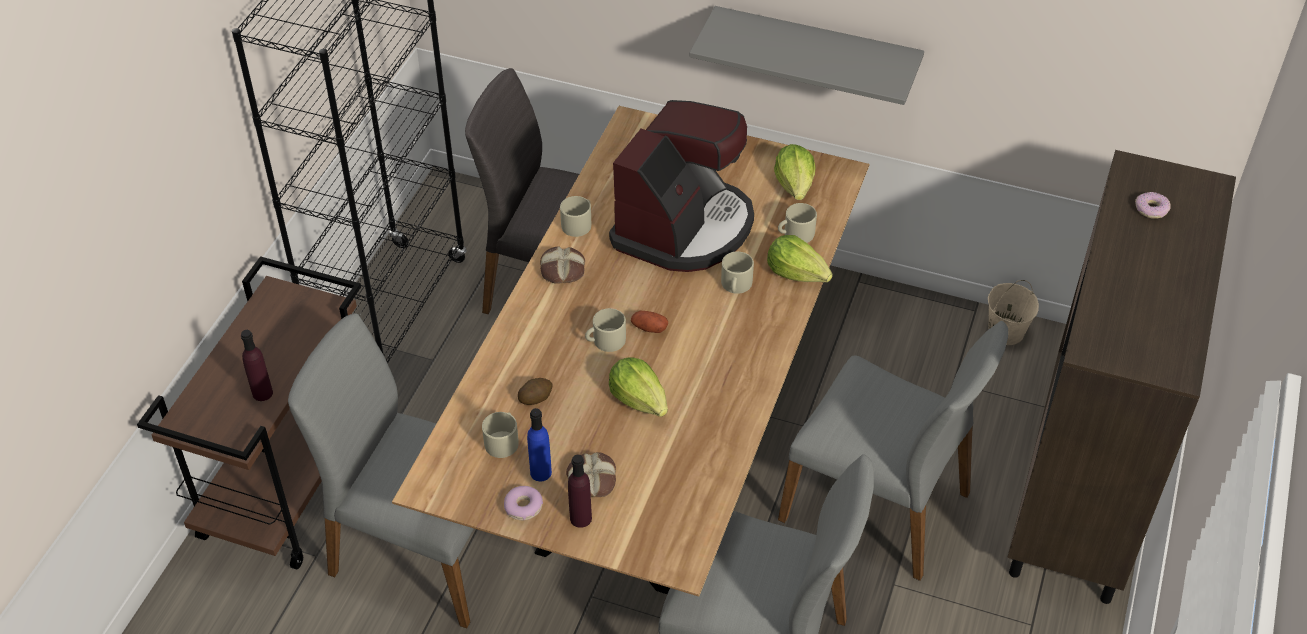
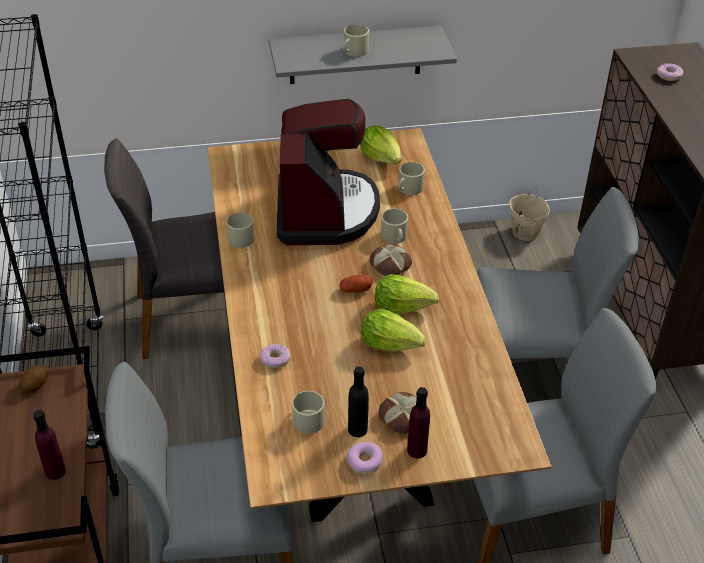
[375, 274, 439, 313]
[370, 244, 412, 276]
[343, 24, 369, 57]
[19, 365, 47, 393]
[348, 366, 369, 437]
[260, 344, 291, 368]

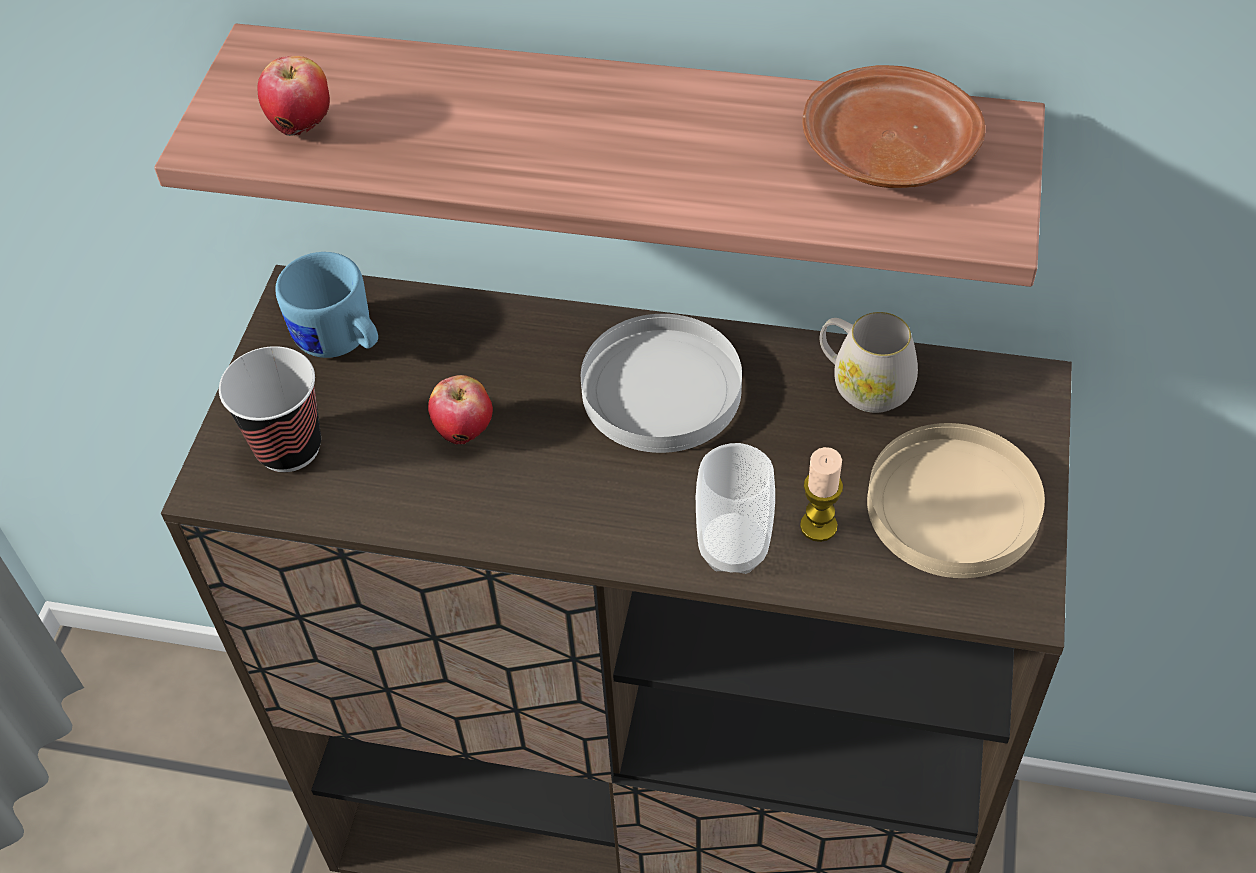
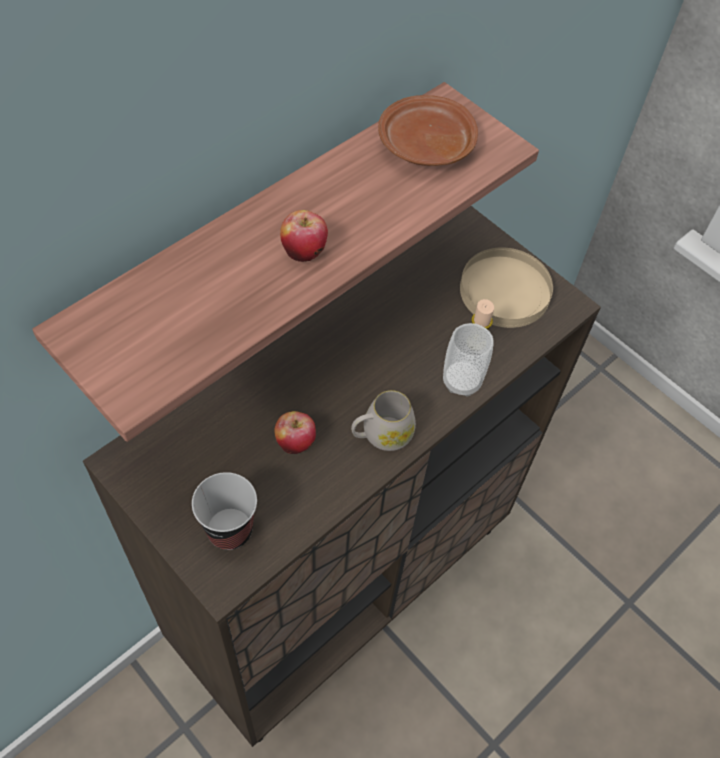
[280, 210, 328, 262]
[275, 252, 378, 358] (first image)
[351, 390, 416, 451]
[581, 314, 742, 453] (first image)

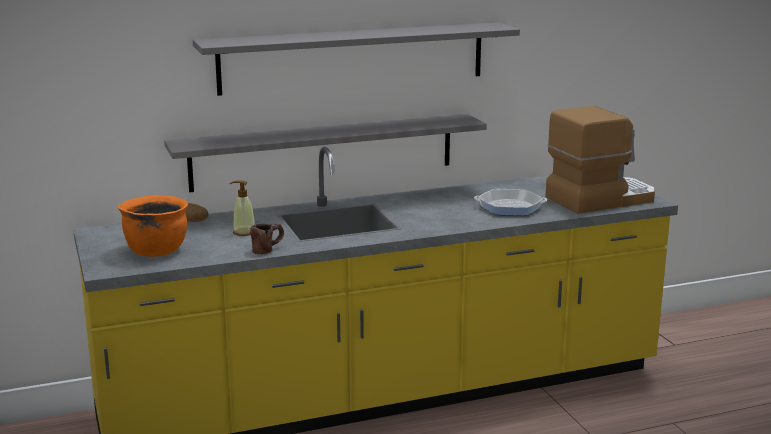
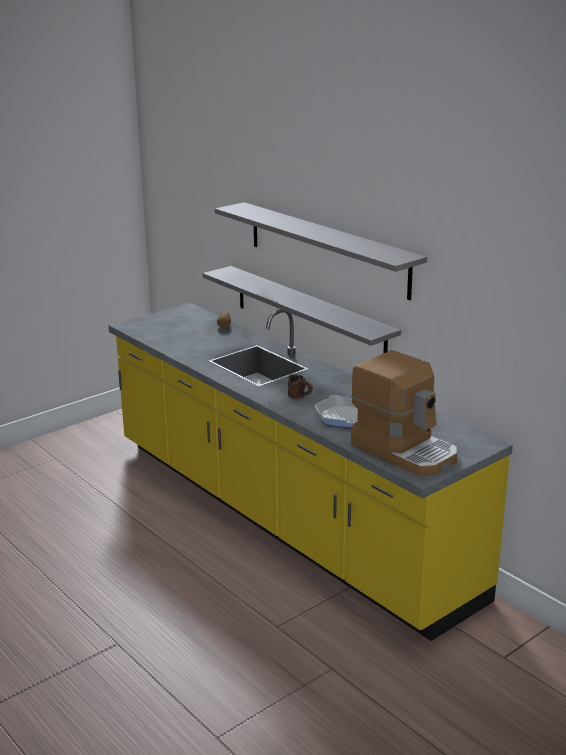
[230, 180, 255, 236] (first image)
[118, 195, 188, 257] (first image)
[288, 374, 313, 399]

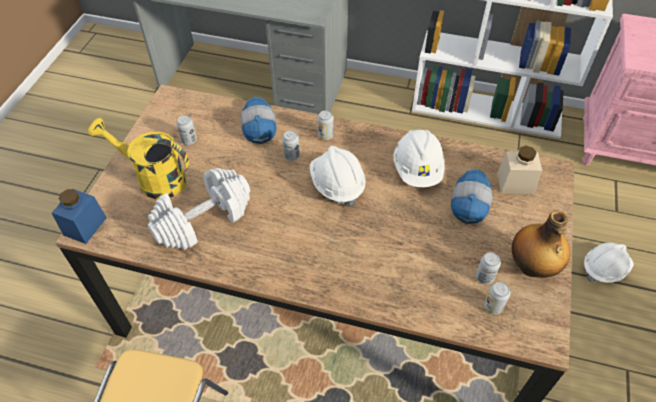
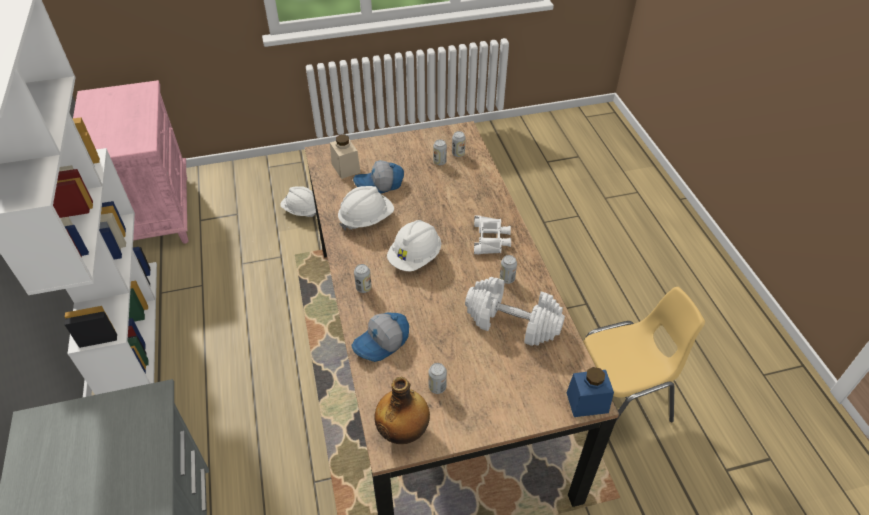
[88, 118, 189, 199] (first image)
[500, 255, 517, 284]
[374, 377, 430, 444]
[474, 215, 511, 254]

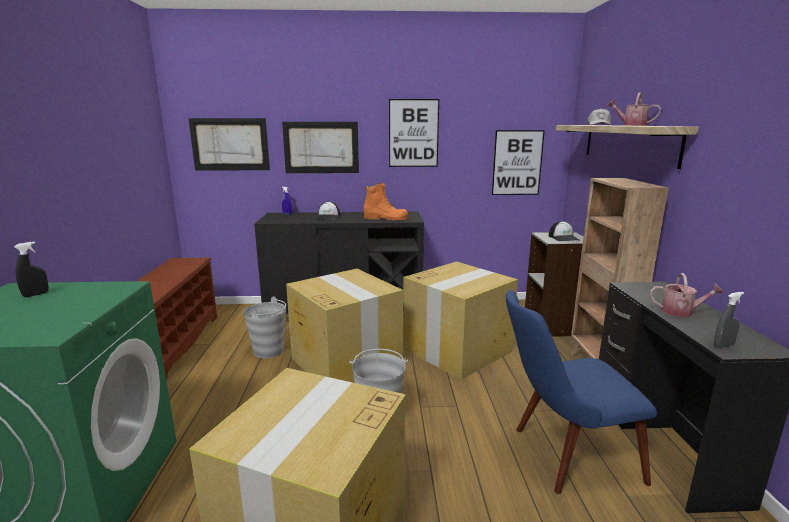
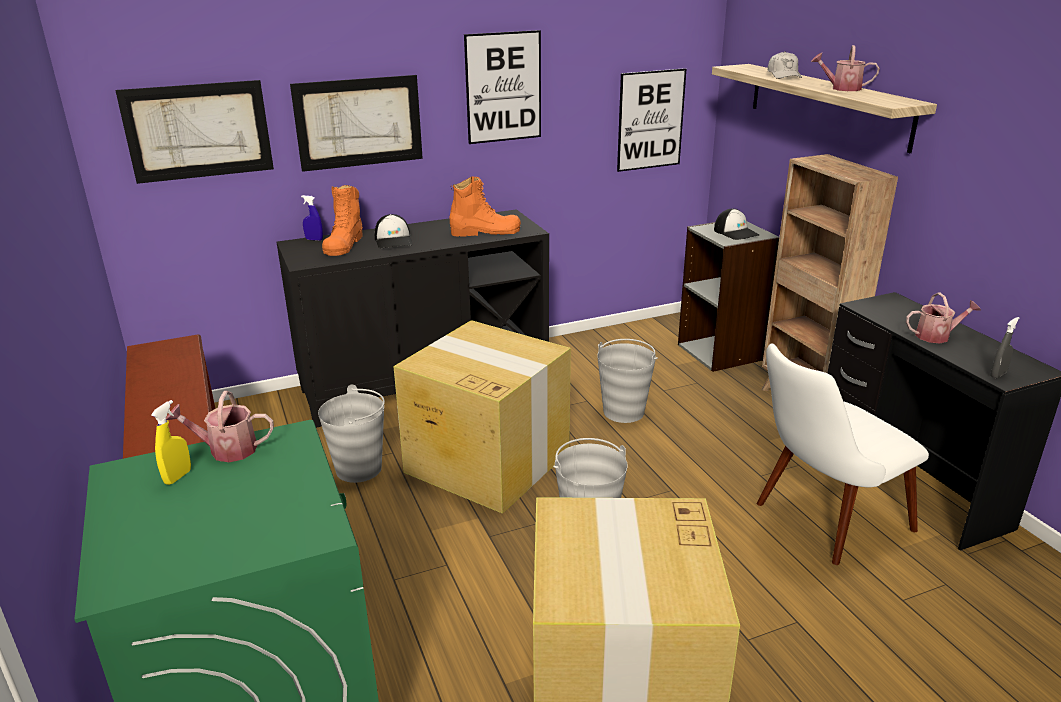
[151, 400, 191, 485]
[597, 339, 658, 423]
[757, 343, 929, 565]
[322, 185, 363, 256]
[166, 391, 274, 462]

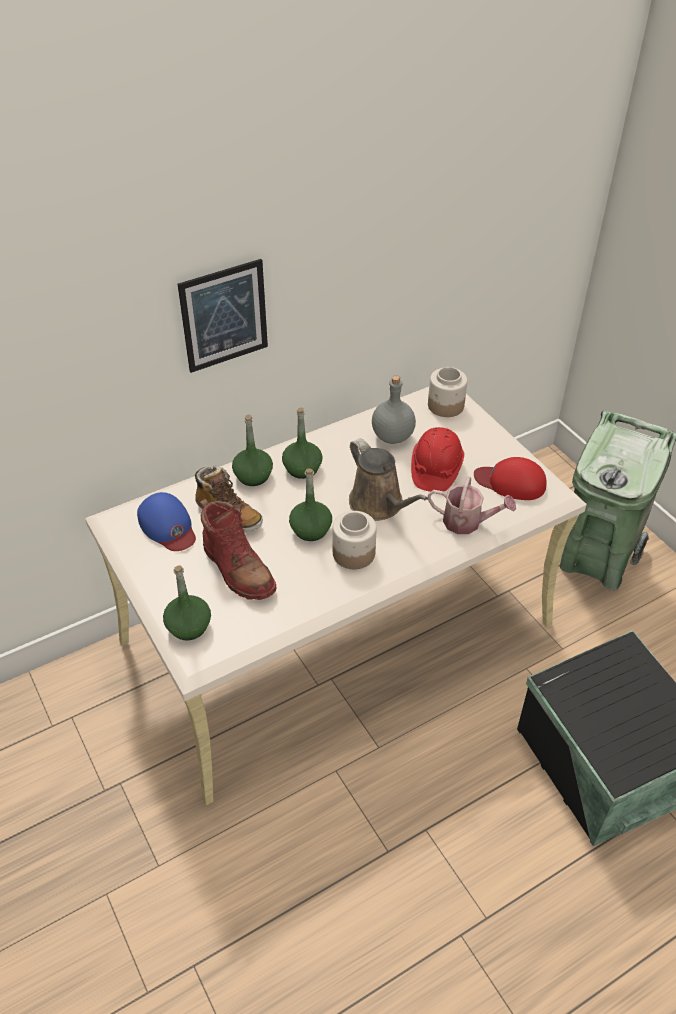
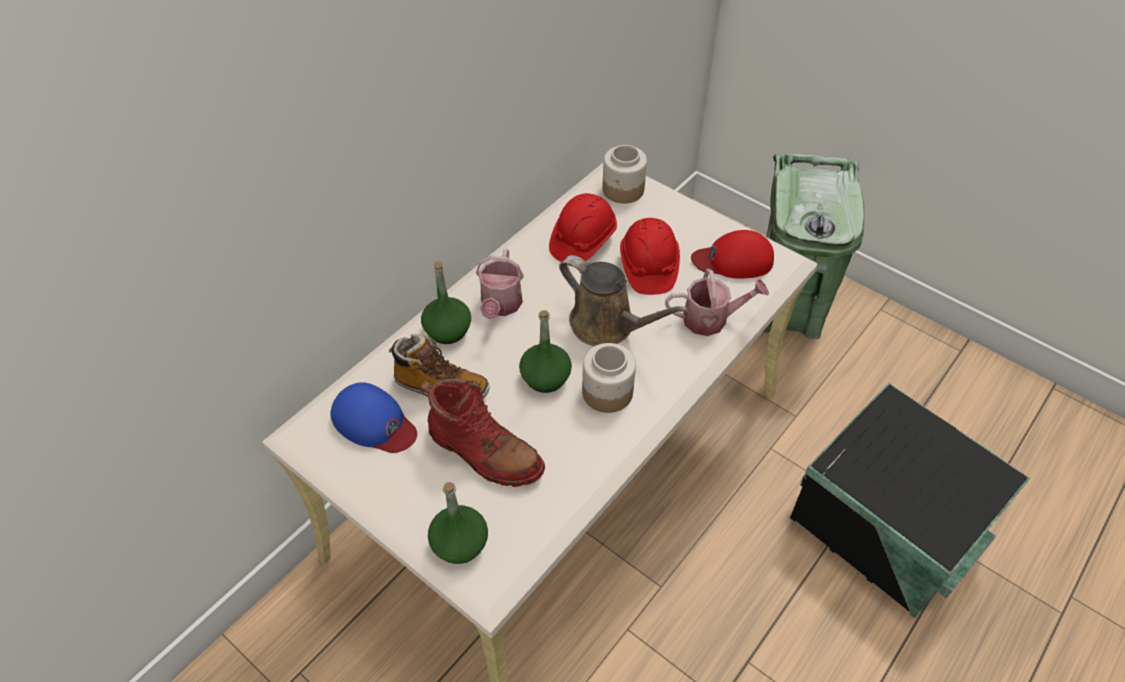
[178, 259, 268, 373] (first image)
[549, 193, 617, 266]
[476, 248, 524, 319]

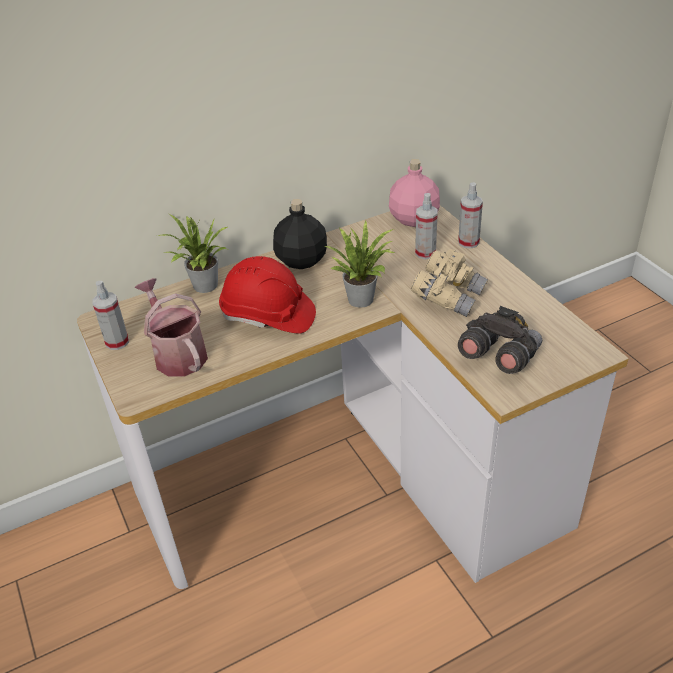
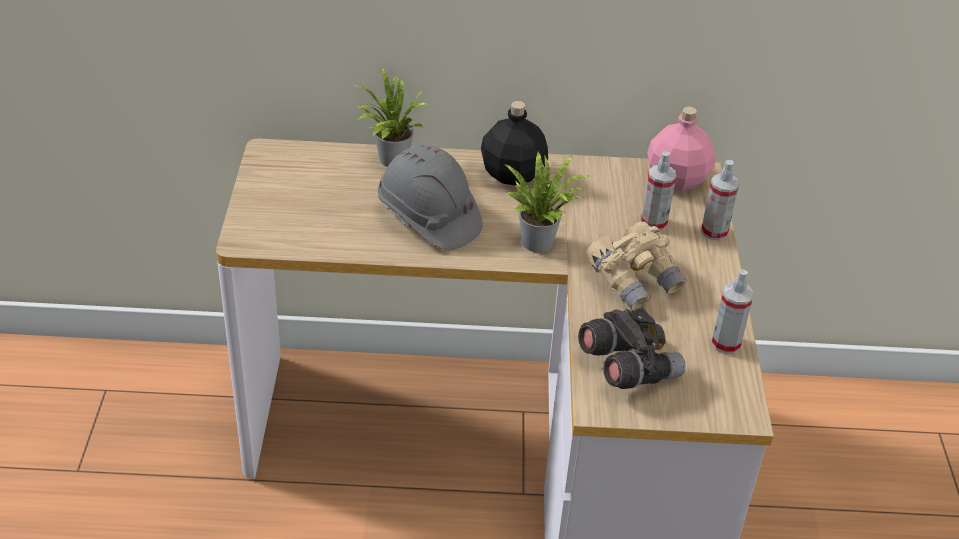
[378, 145, 483, 250]
[134, 278, 208, 376] (first image)
[711, 269, 754, 354]

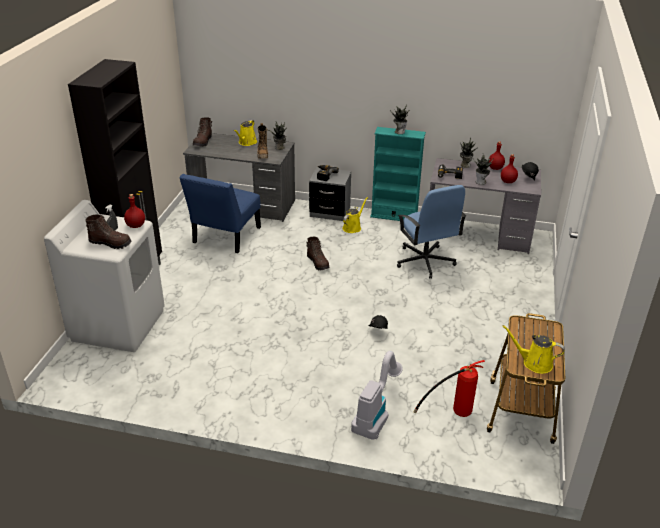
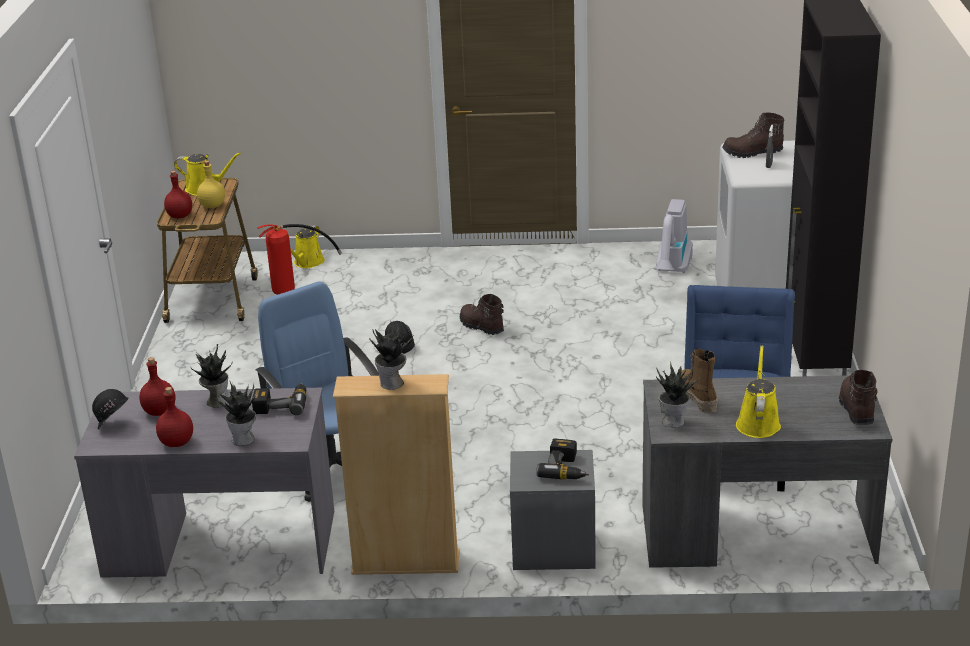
[333, 374, 460, 575]
[164, 171, 192, 218]
[290, 225, 324, 268]
[460, 294, 504, 335]
[653, 199, 693, 273]
[197, 161, 225, 208]

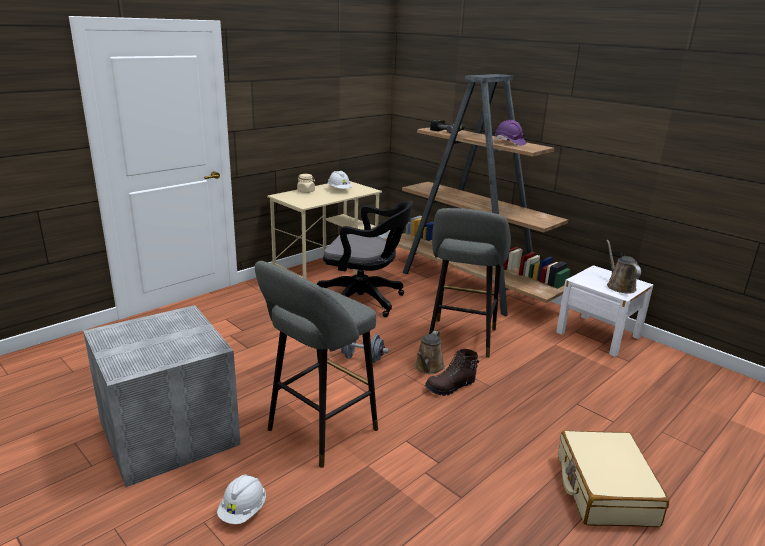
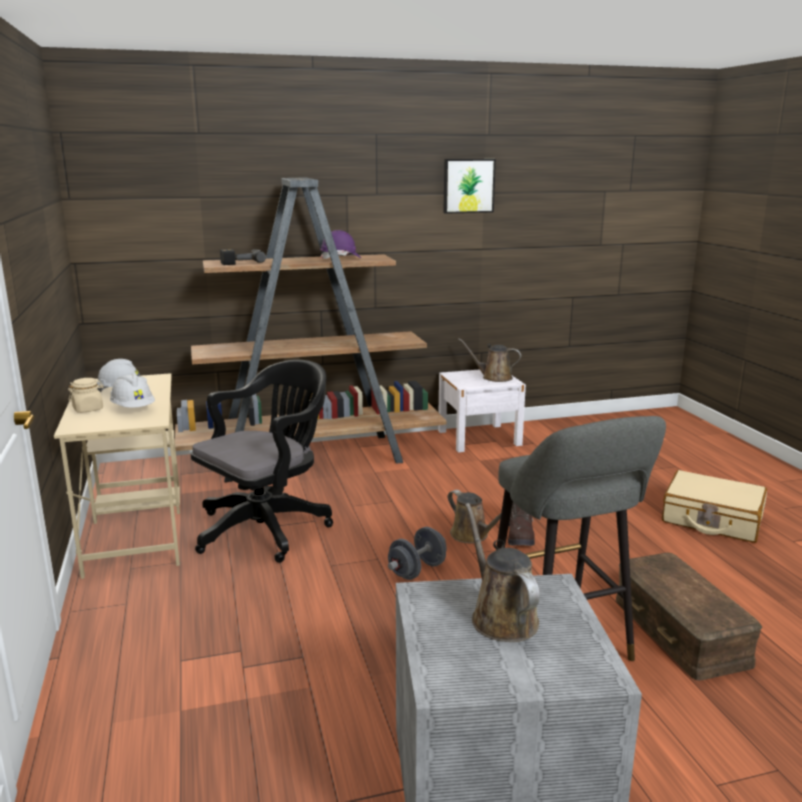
[429, 208, 511, 358] (first image)
[110, 374, 155, 408]
[443, 159, 496, 214]
[465, 503, 540, 642]
[616, 553, 763, 681]

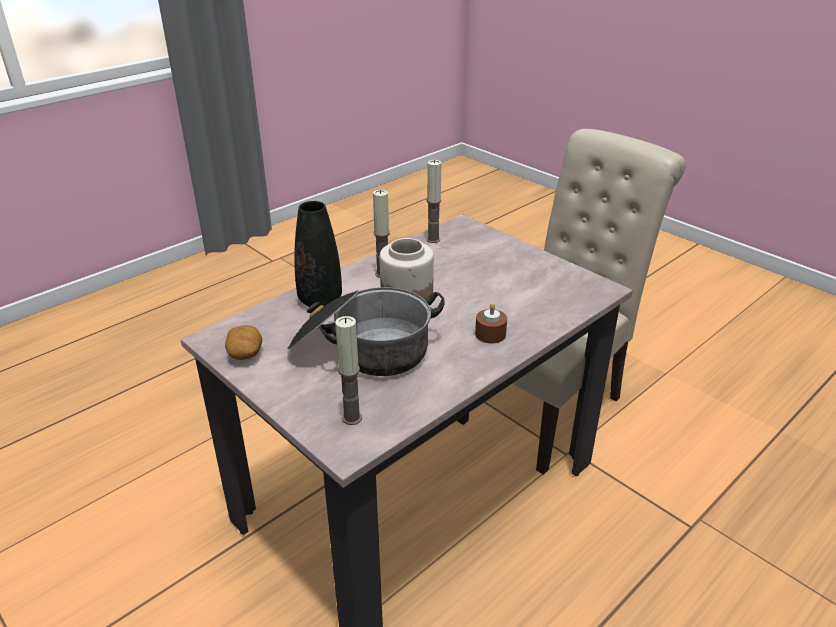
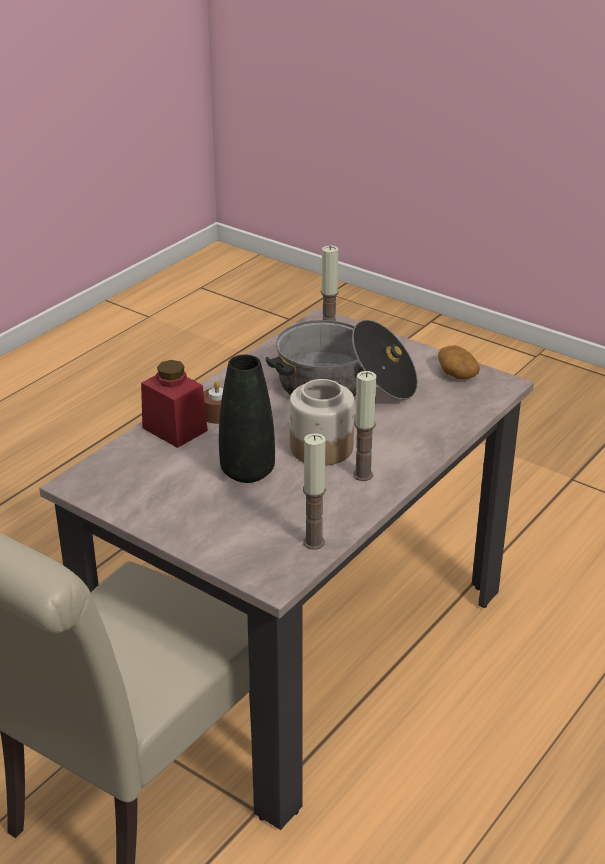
[219, 354, 275, 483]
[141, 360, 208, 448]

